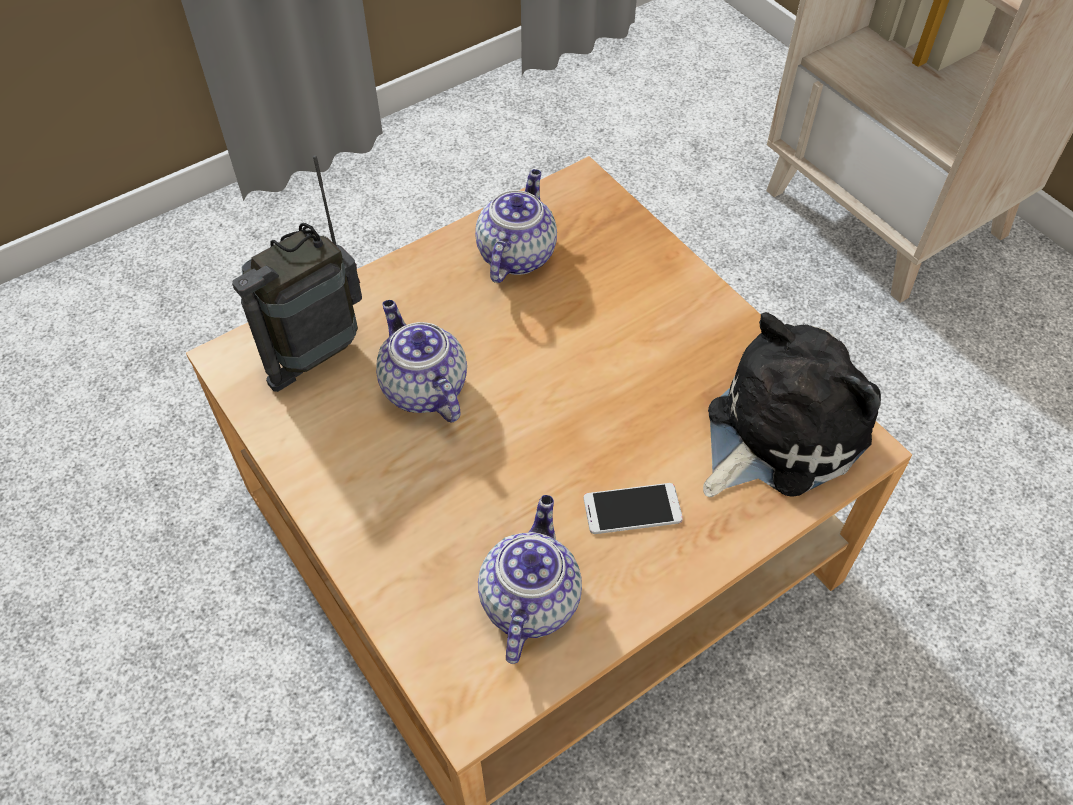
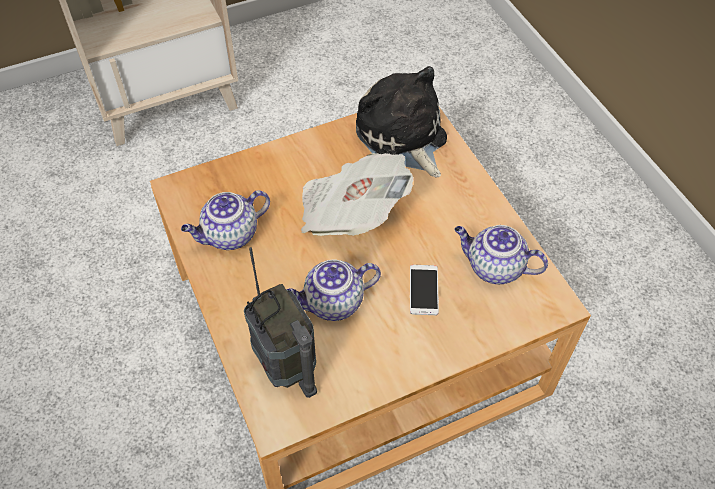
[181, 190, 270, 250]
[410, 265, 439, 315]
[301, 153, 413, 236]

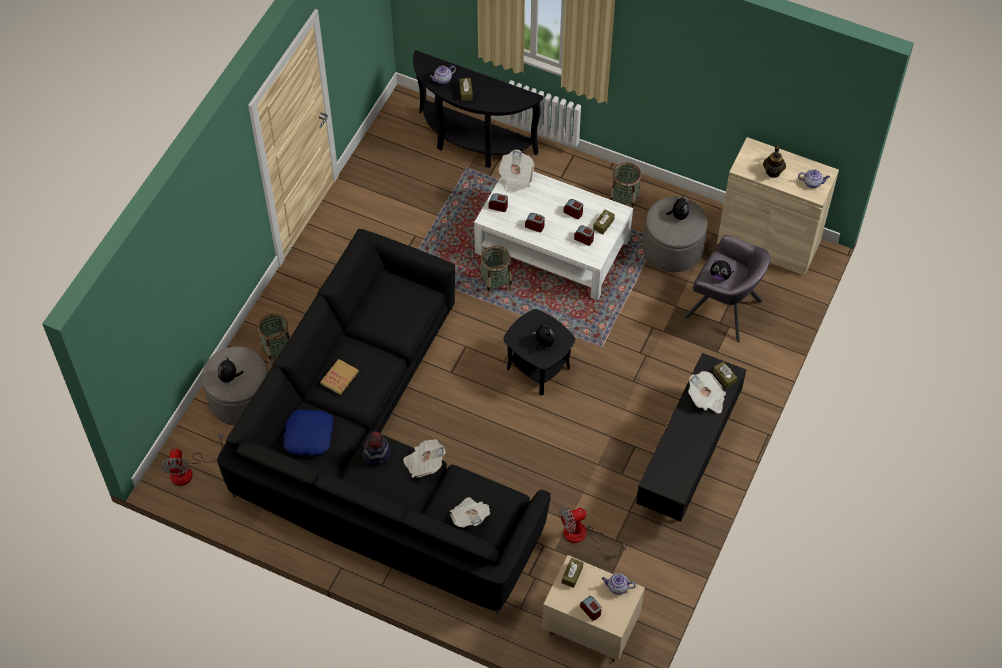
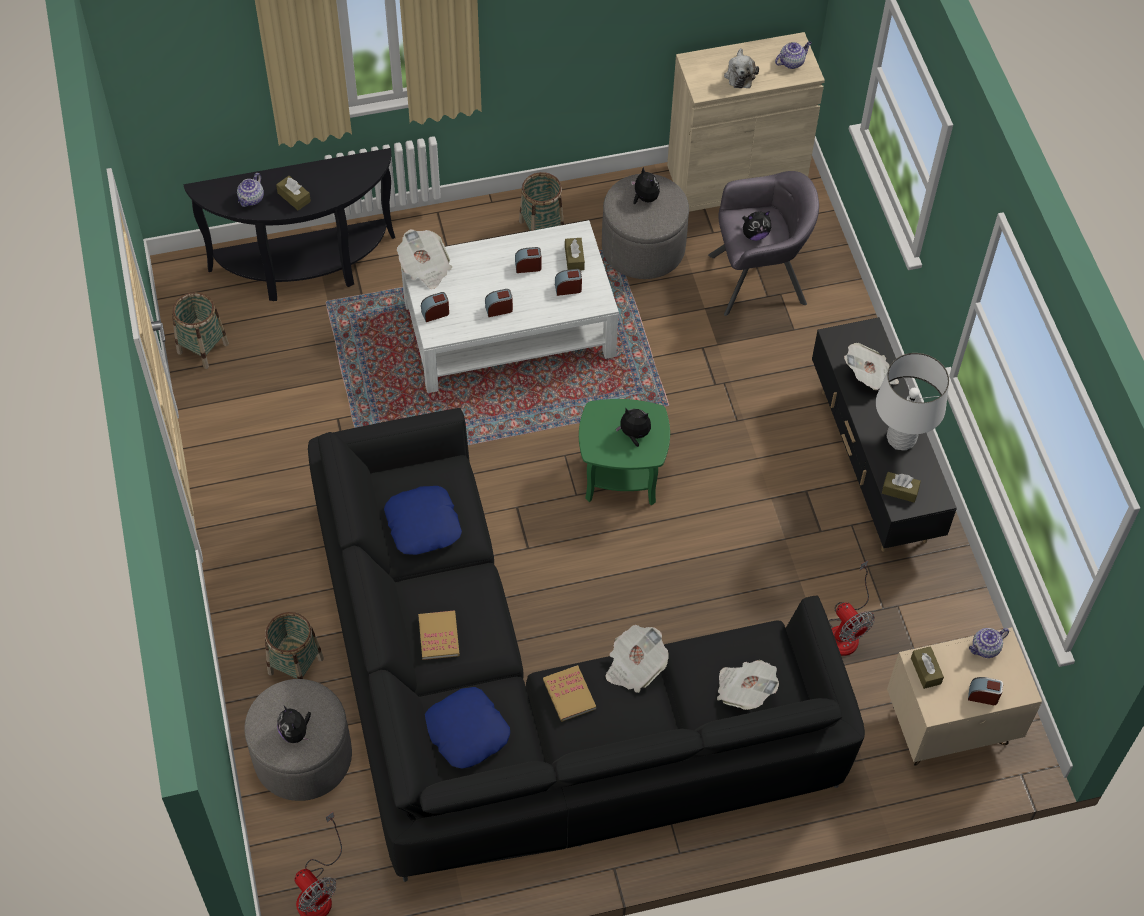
[724, 48, 759, 88]
[172, 292, 229, 369]
[579, 399, 670, 506]
[882, 472, 921, 503]
[543, 665, 596, 722]
[828, 561, 875, 656]
[876, 353, 949, 451]
[384, 486, 462, 555]

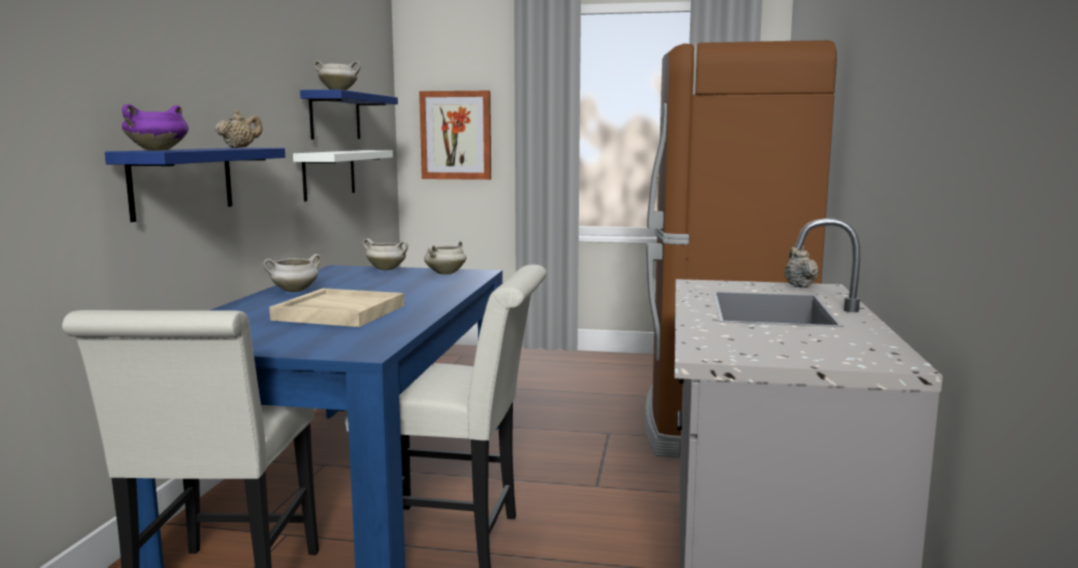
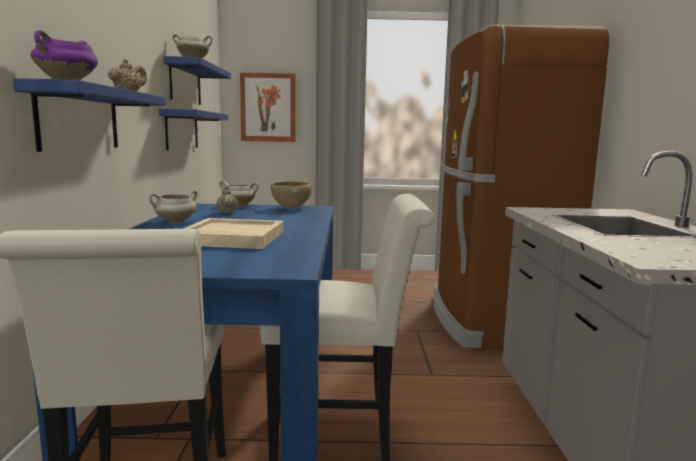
[159, 109, 228, 150]
[270, 181, 312, 209]
[216, 186, 238, 214]

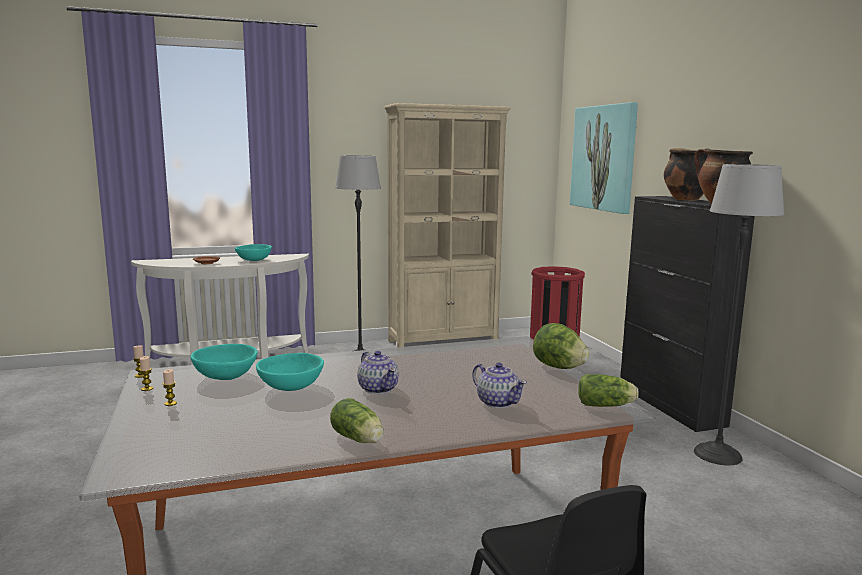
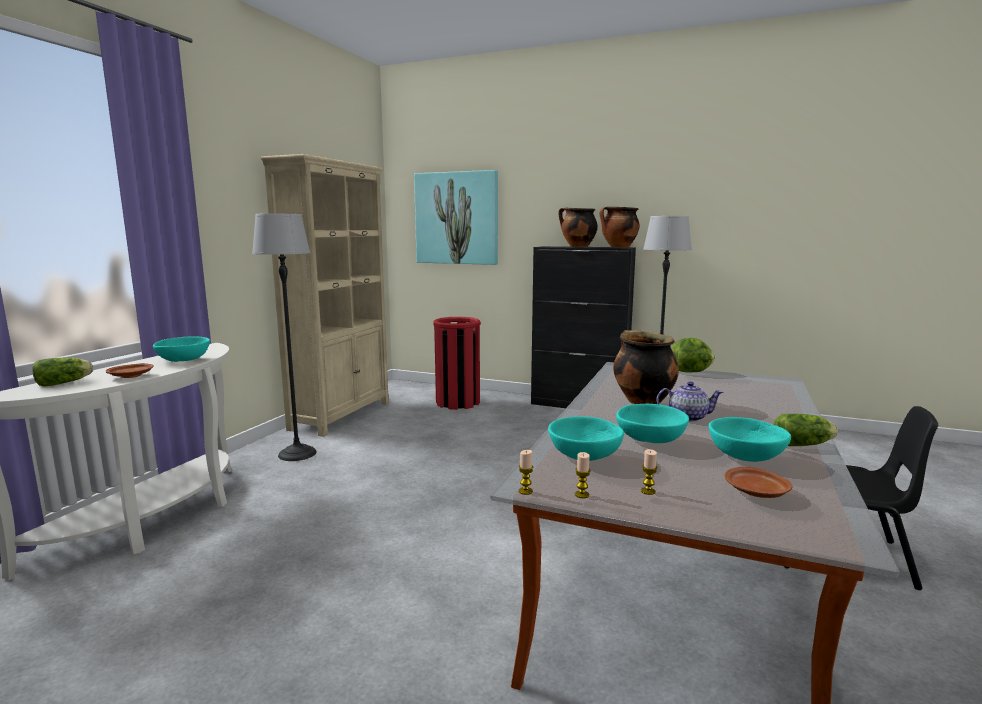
[472, 363, 527, 408] (first image)
[32, 357, 93, 387]
[613, 330, 679, 404]
[709, 417, 791, 462]
[725, 467, 793, 498]

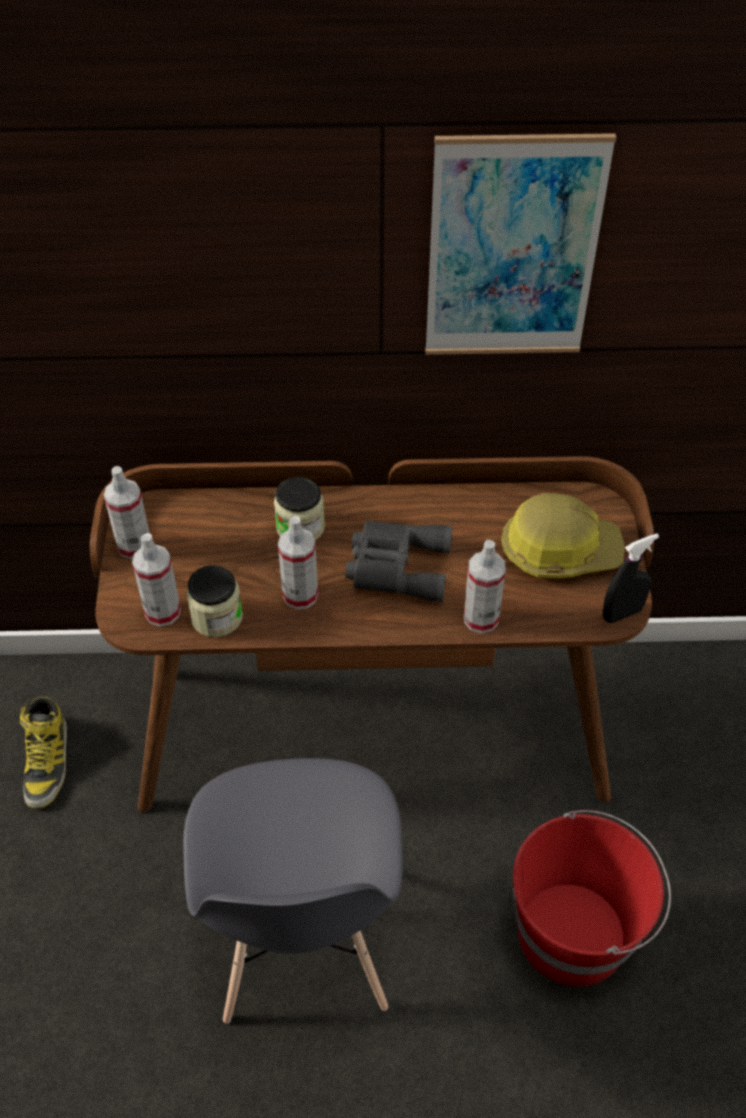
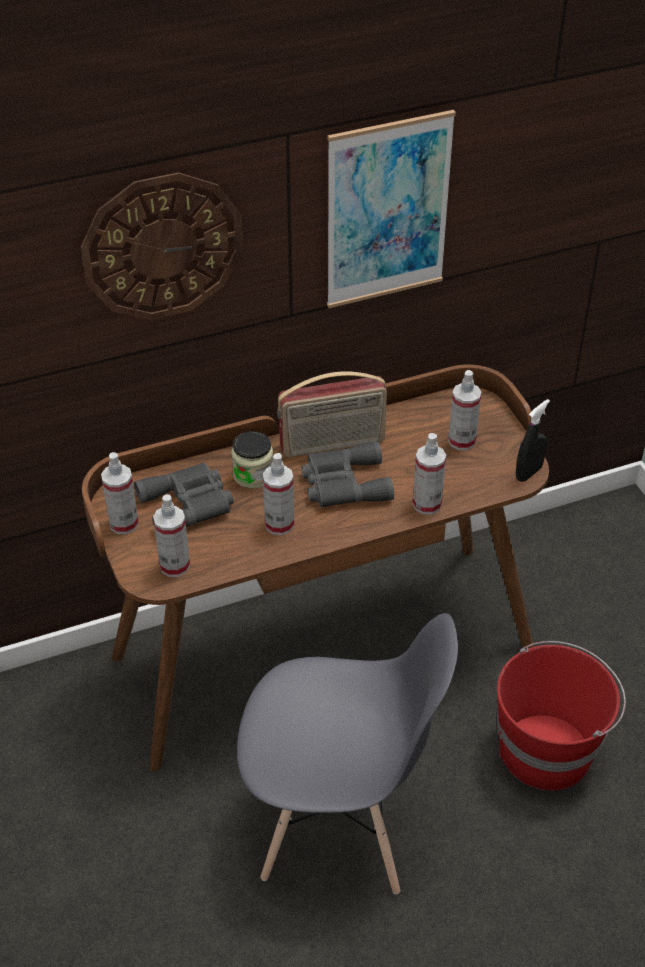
[448, 370, 482, 450]
[186, 565, 243, 637] (first image)
[20, 697, 67, 809] (first image)
[237, 613, 458, 895]
[81, 172, 243, 320]
[277, 371, 387, 458]
[134, 463, 234, 527]

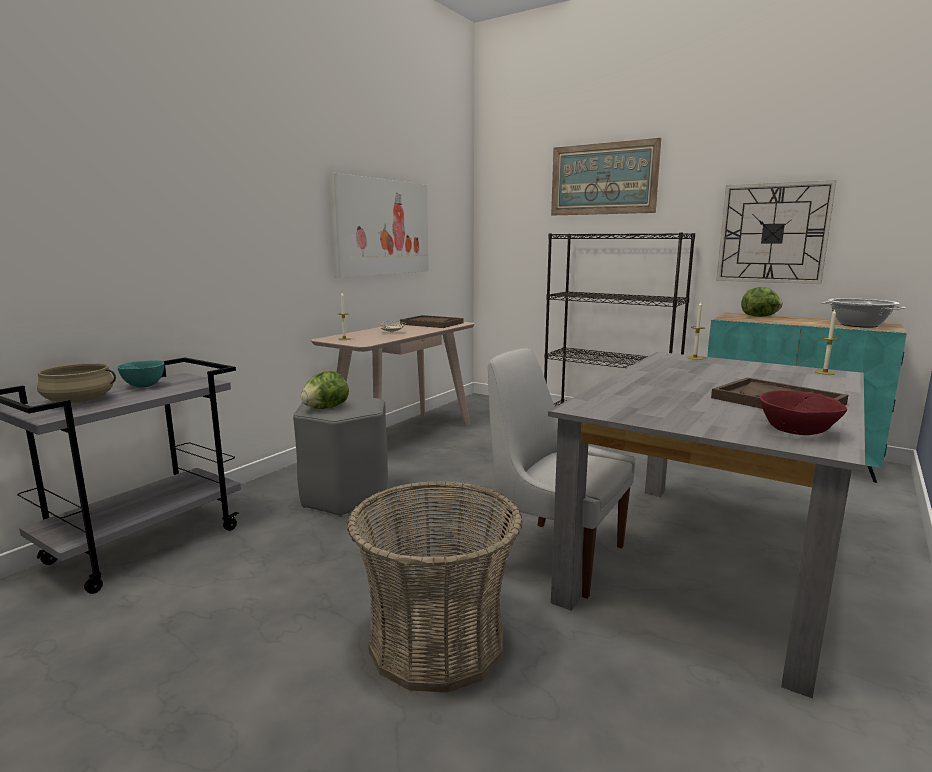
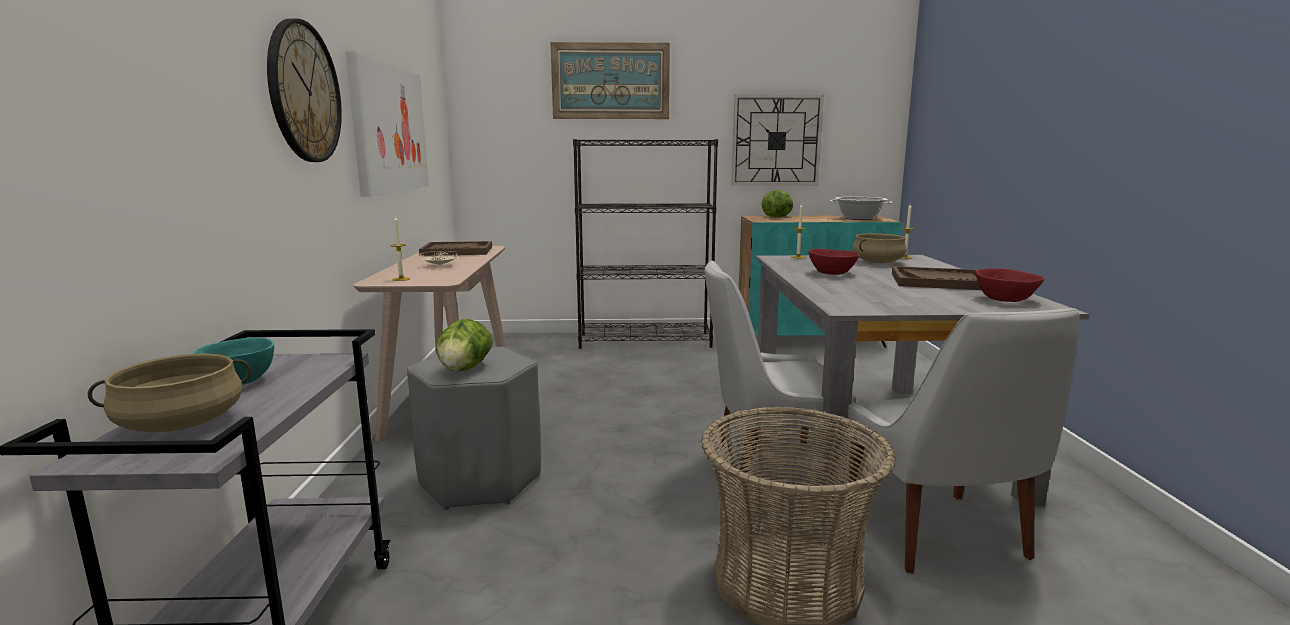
[267, 19, 342, 162]
[853, 233, 907, 263]
[808, 249, 859, 275]
[848, 308, 1080, 574]

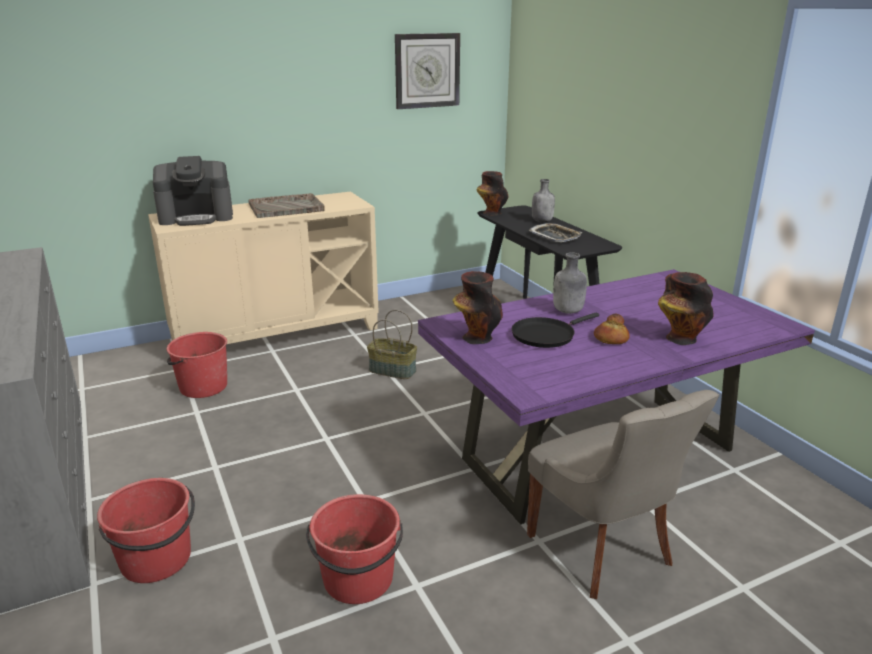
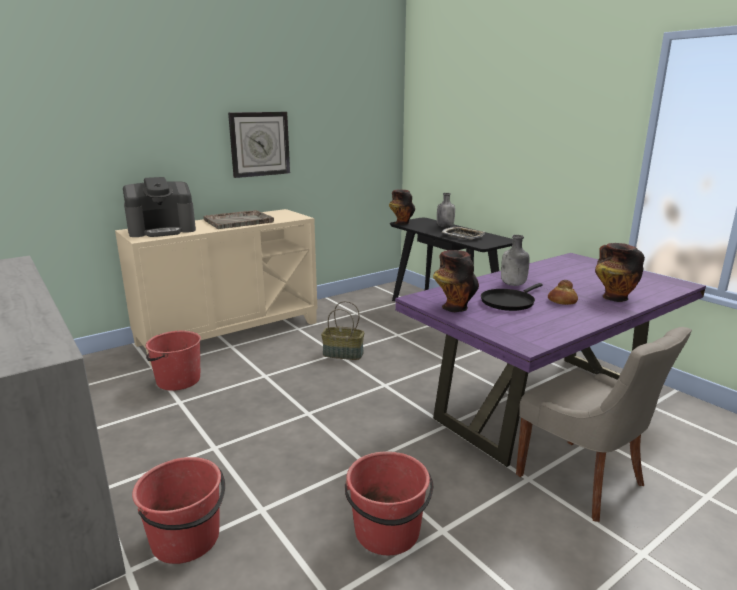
[228, 112, 290, 178]

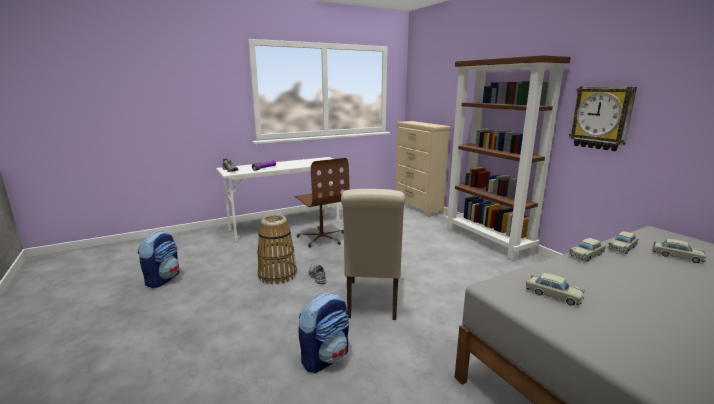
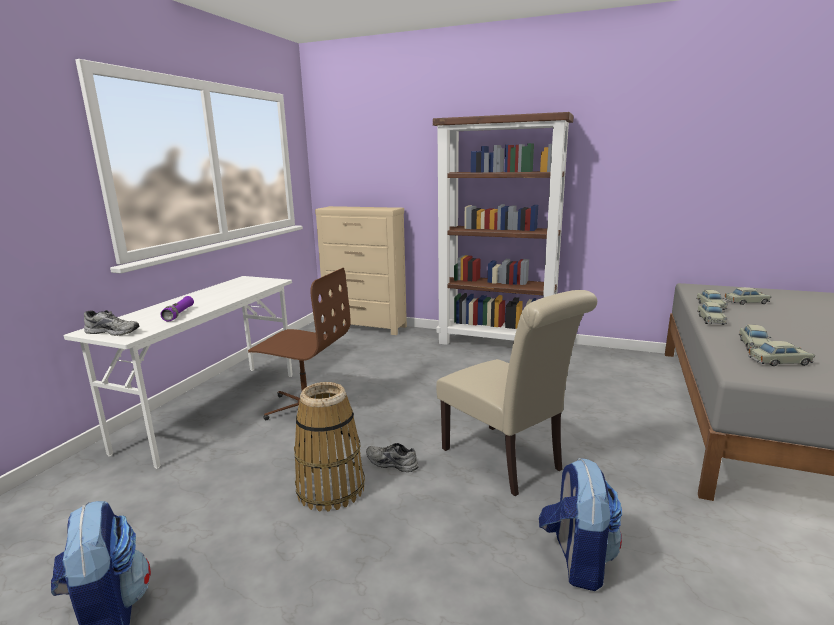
[569, 87, 637, 151] (first image)
[739, 324, 771, 351]

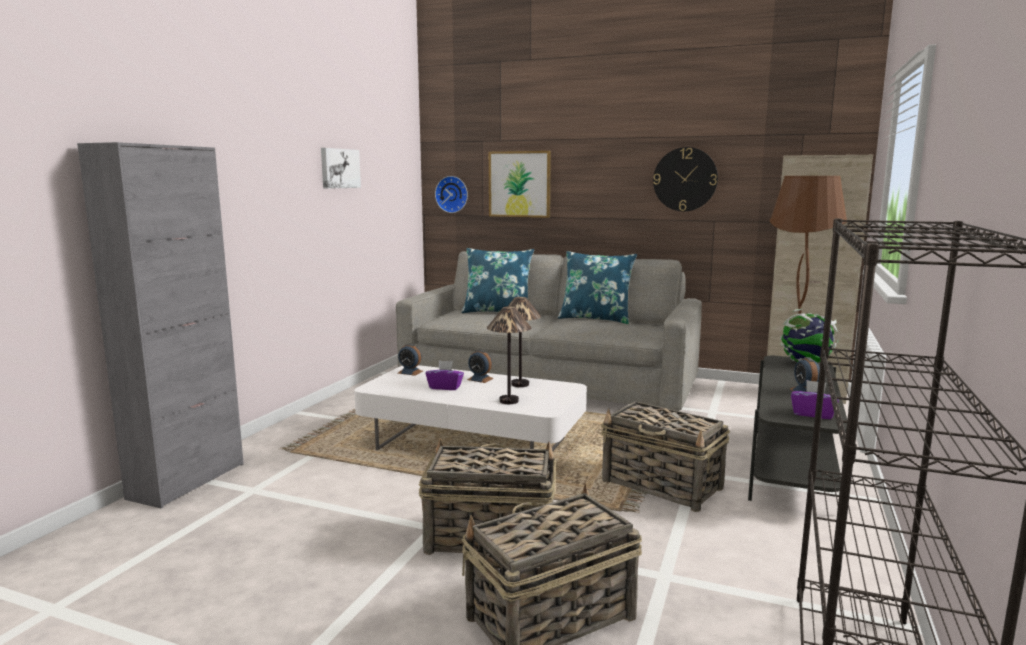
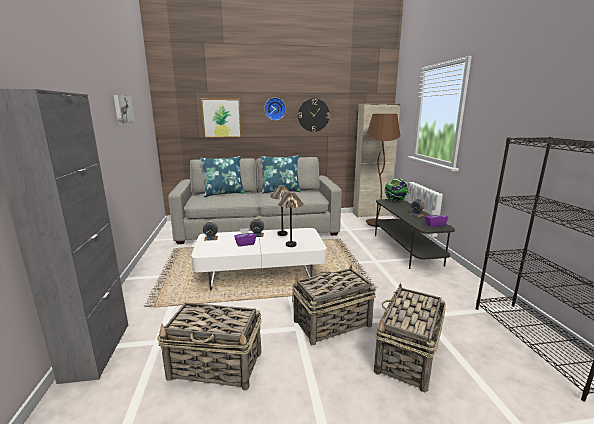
[264, 98, 286, 120]
[157, 303, 262, 391]

